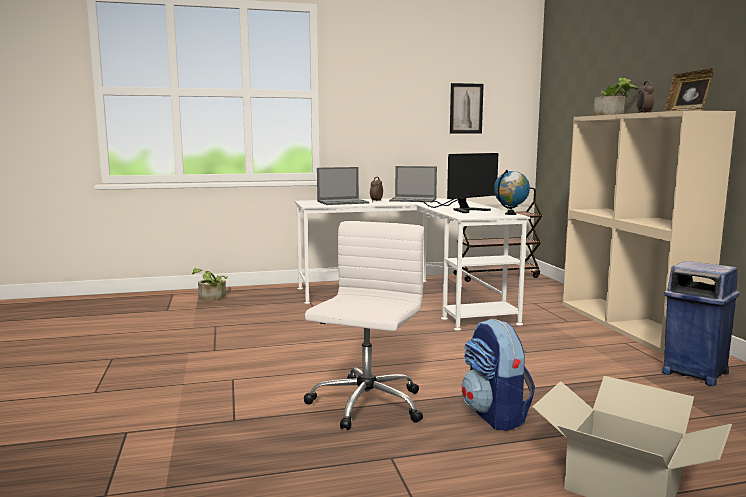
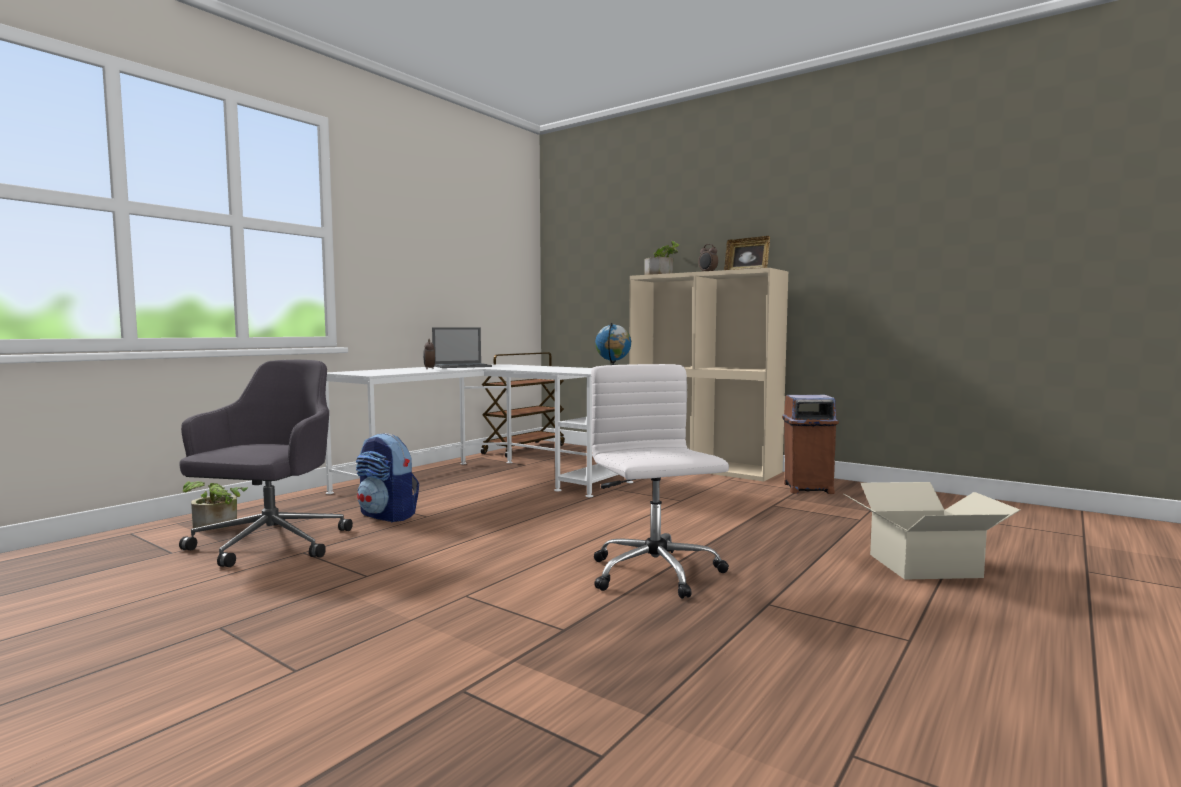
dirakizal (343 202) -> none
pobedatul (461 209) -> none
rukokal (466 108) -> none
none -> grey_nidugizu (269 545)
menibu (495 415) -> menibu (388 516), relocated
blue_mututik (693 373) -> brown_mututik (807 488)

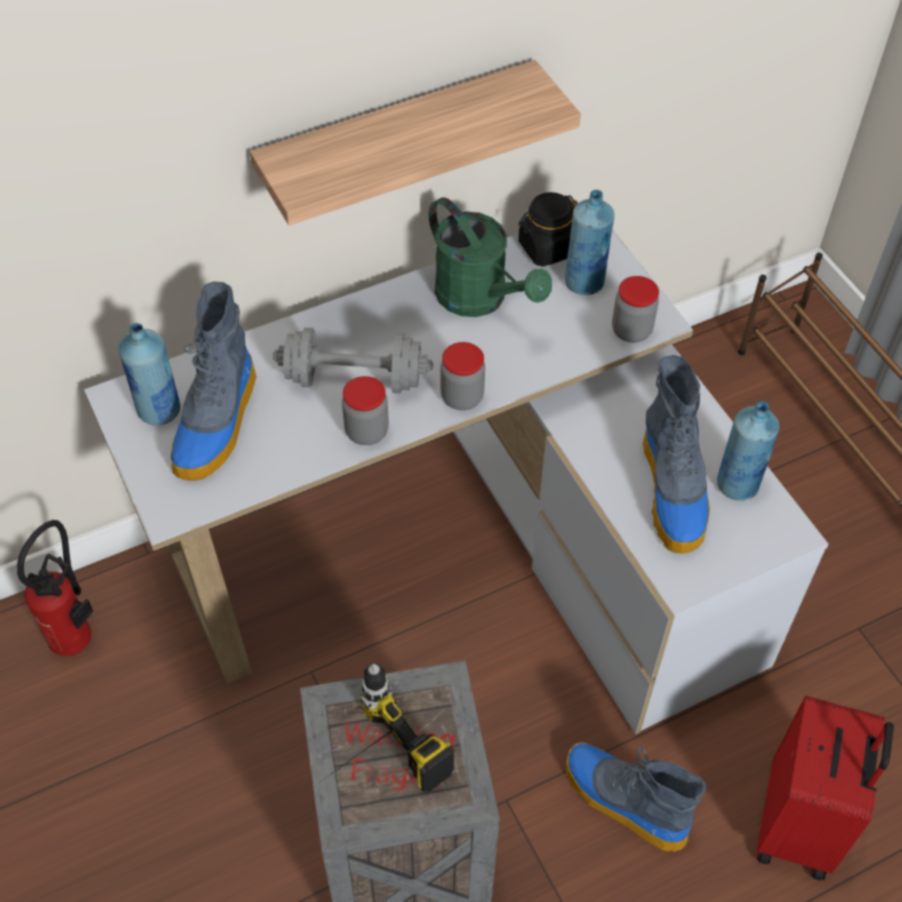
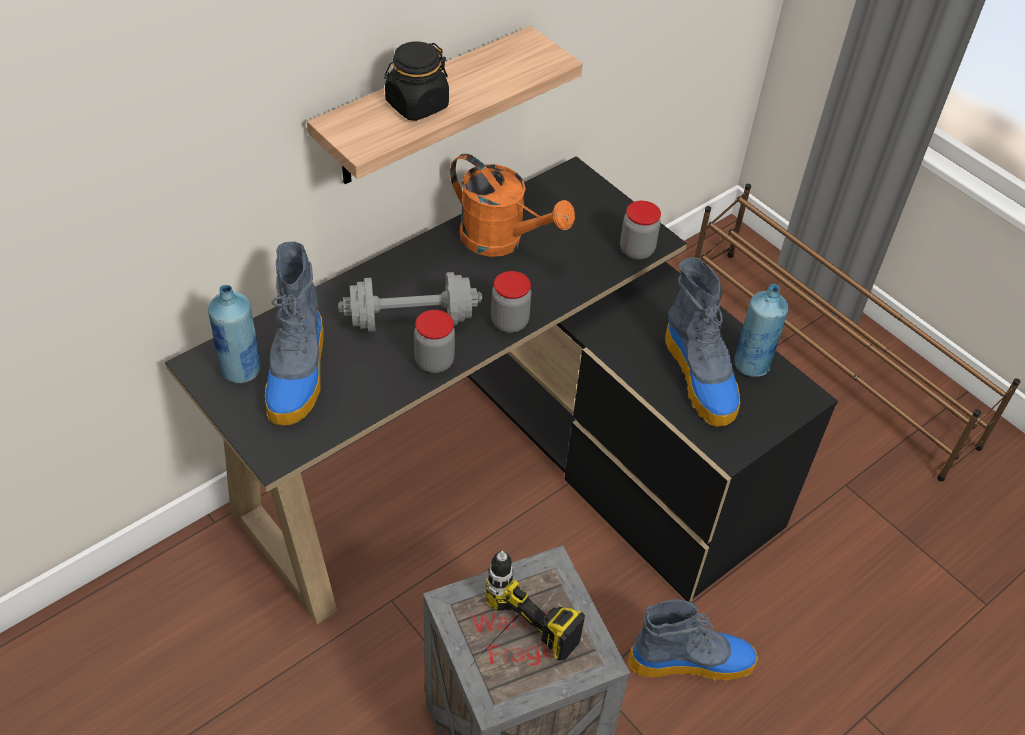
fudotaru (78 636) -> none
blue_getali (584 282) -> none
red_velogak (800 825) -> none
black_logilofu (547 248) -> black_logilofu (416 105), relocated
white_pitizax (470 550) -> black_pitizax (507 473)
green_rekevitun (480 299) -> orange_rekevitun (502 241)
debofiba (623 801) -> debofiba (692 661), 150 degrees clockwise

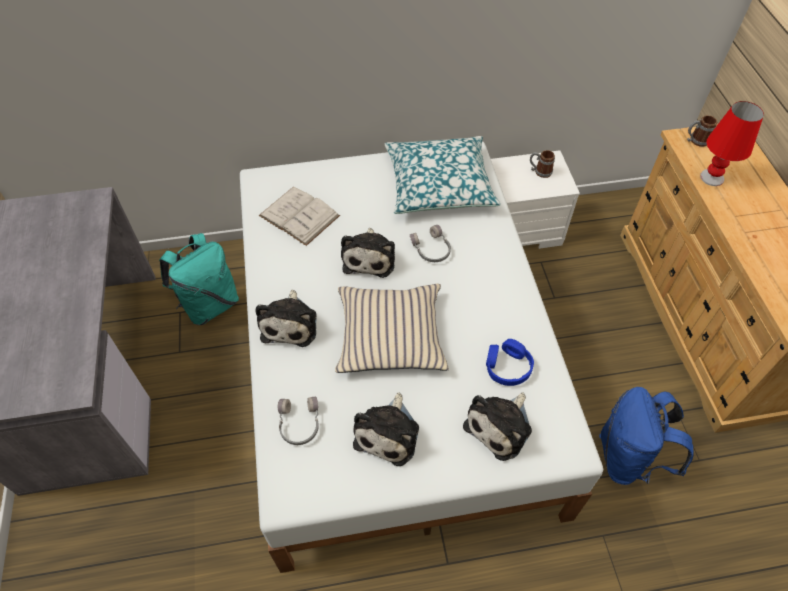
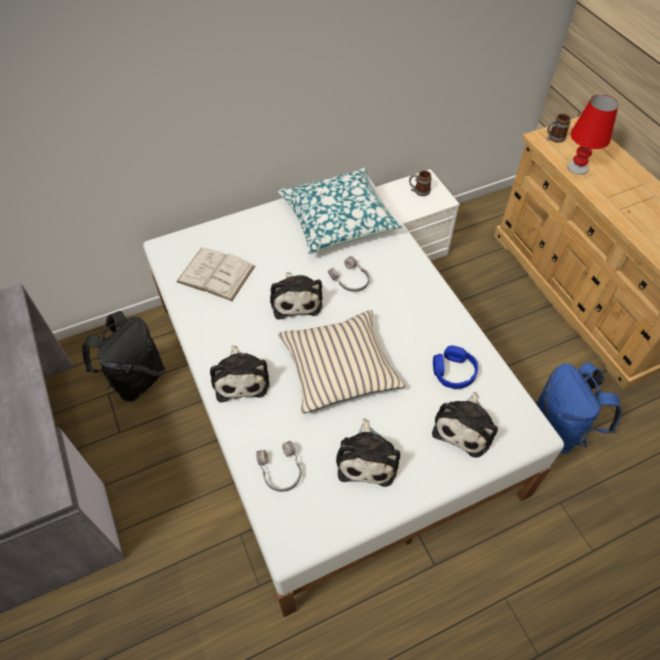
turquoise_menibu (209 304) -> black_menibu (136 379)

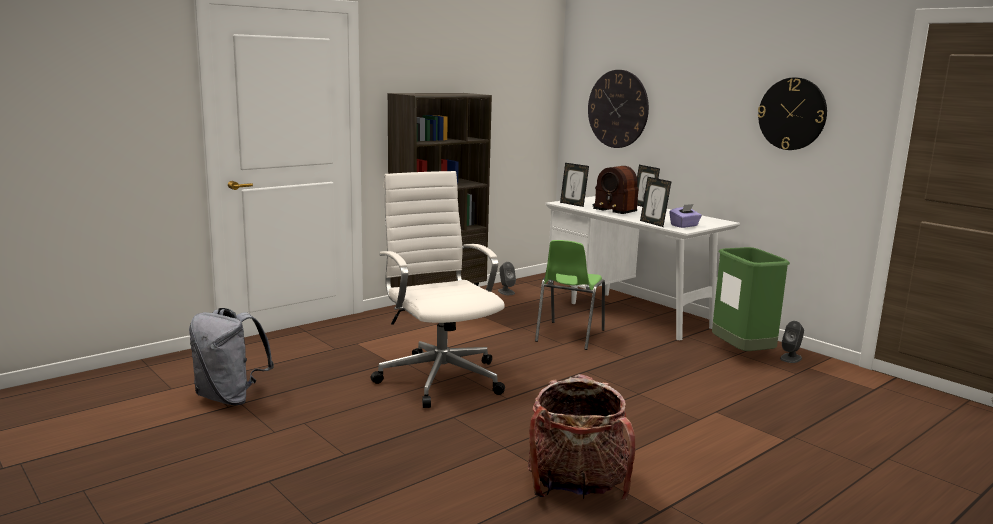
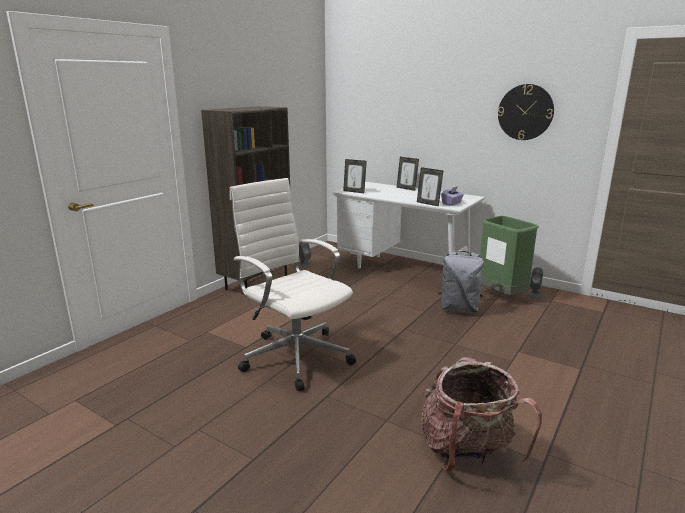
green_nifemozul (568 336) -> none
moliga (618 109) -> none
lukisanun (615 209) -> none
grey_menibu (230 398) -> grey_menibu (459 309), relocated

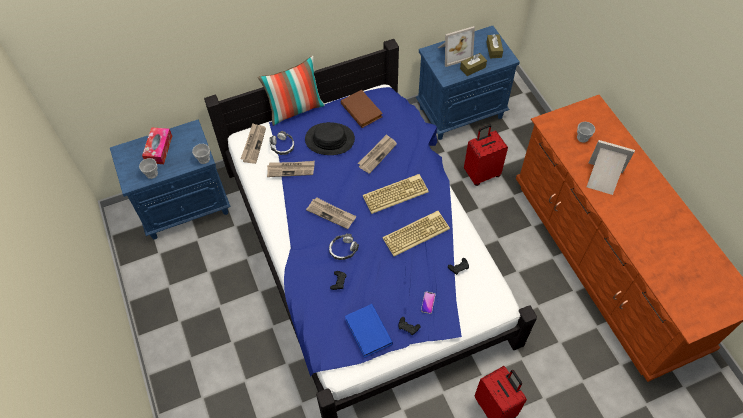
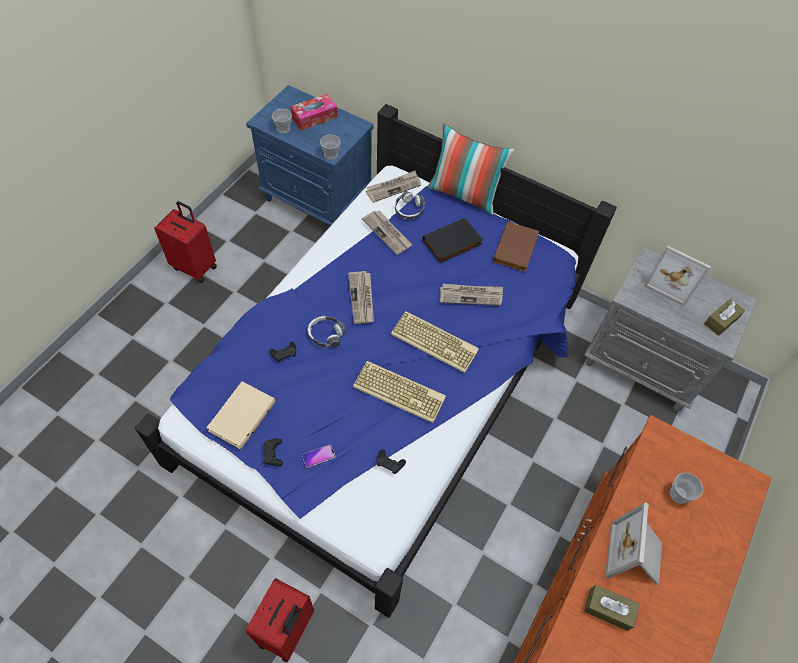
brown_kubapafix (472 68) -> brown_kubapafix (608 609), relocated
red_velogak (481 173) -> red_velogak (195 266), relocated
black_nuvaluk (329 140) -> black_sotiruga (452 243)
blue_sotiruga (367 331) -> beige_sotiruga (241 415)
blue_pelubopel (461 112) -> grey_pelubopel (643 364)
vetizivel (602 179) -> vetizivel (635 556), 150 degrees counterclockwise

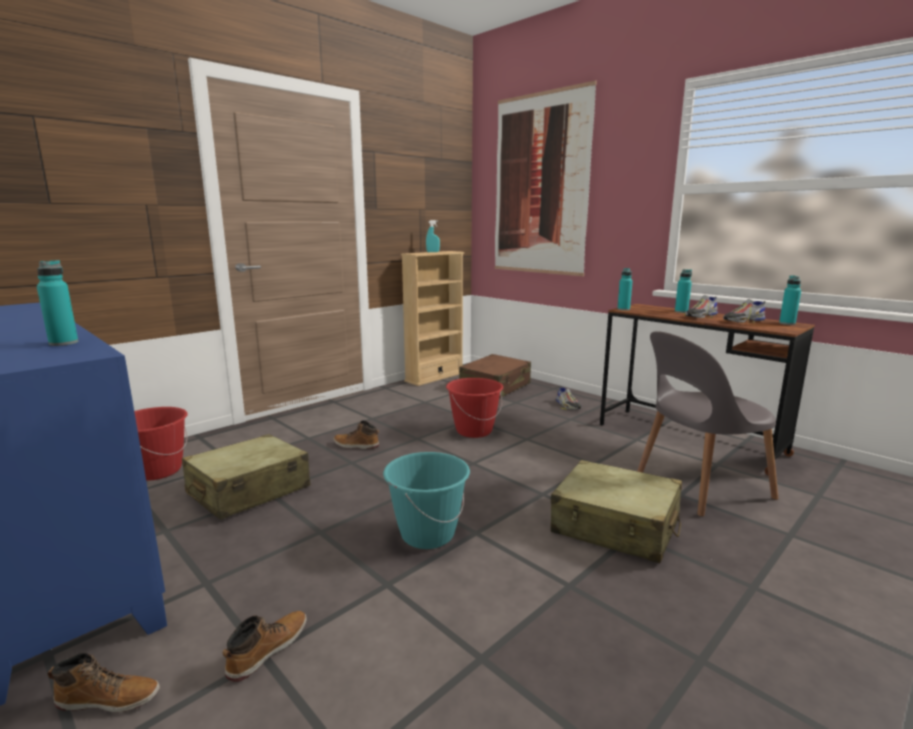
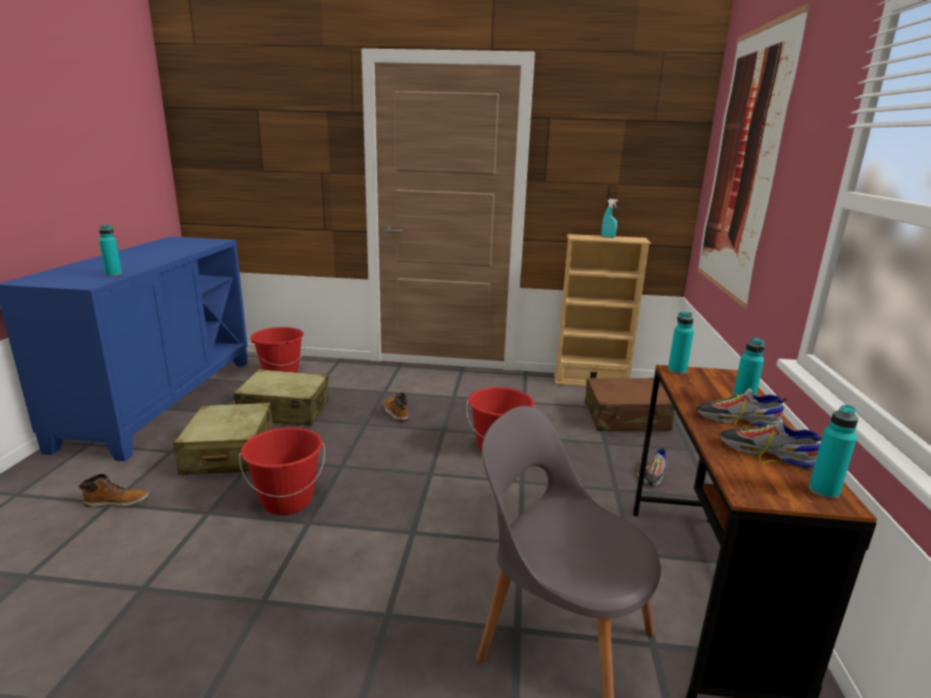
debofiba (109 699) -> none
beige_velogak (615 526) -> beige_velogak (229 453), relocated
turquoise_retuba (427 534) -> red_retuba (287 501)

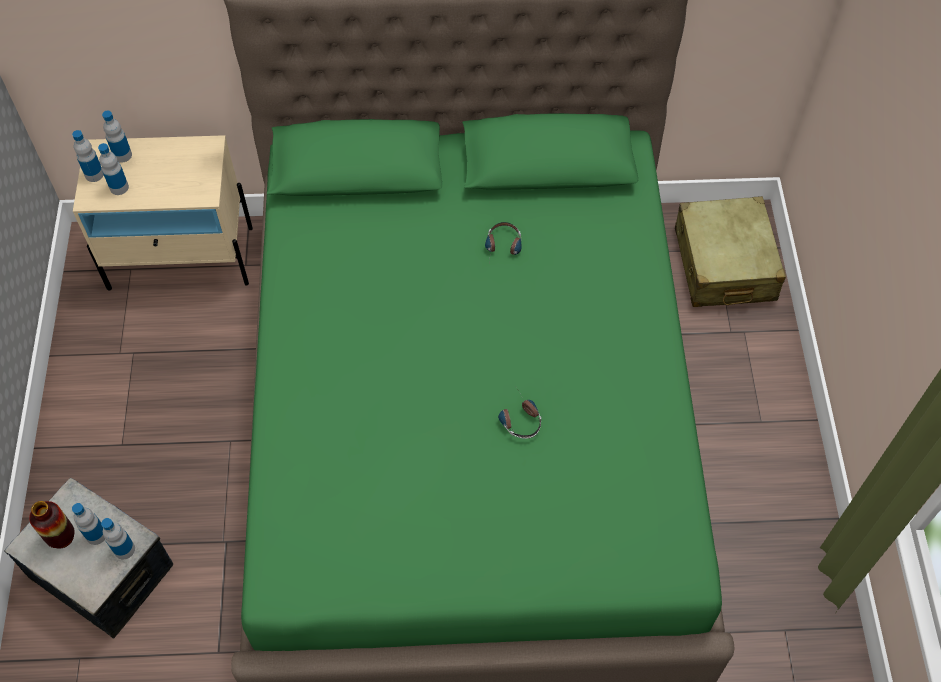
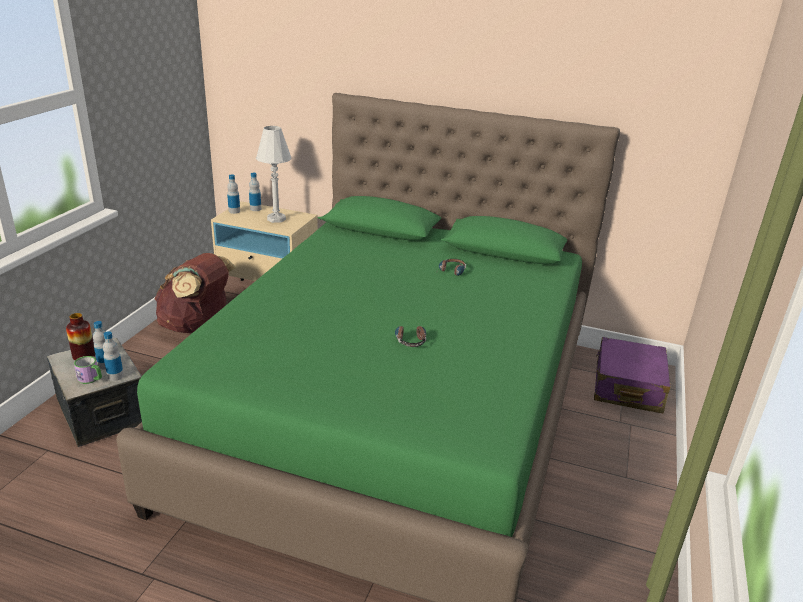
getali (119 187) -> none
none -> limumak (91 379)
none -> brown_menibu (197 325)
none -> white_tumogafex (276 219)
beige_velogak (724 264) -> purple_velogak (627 387)

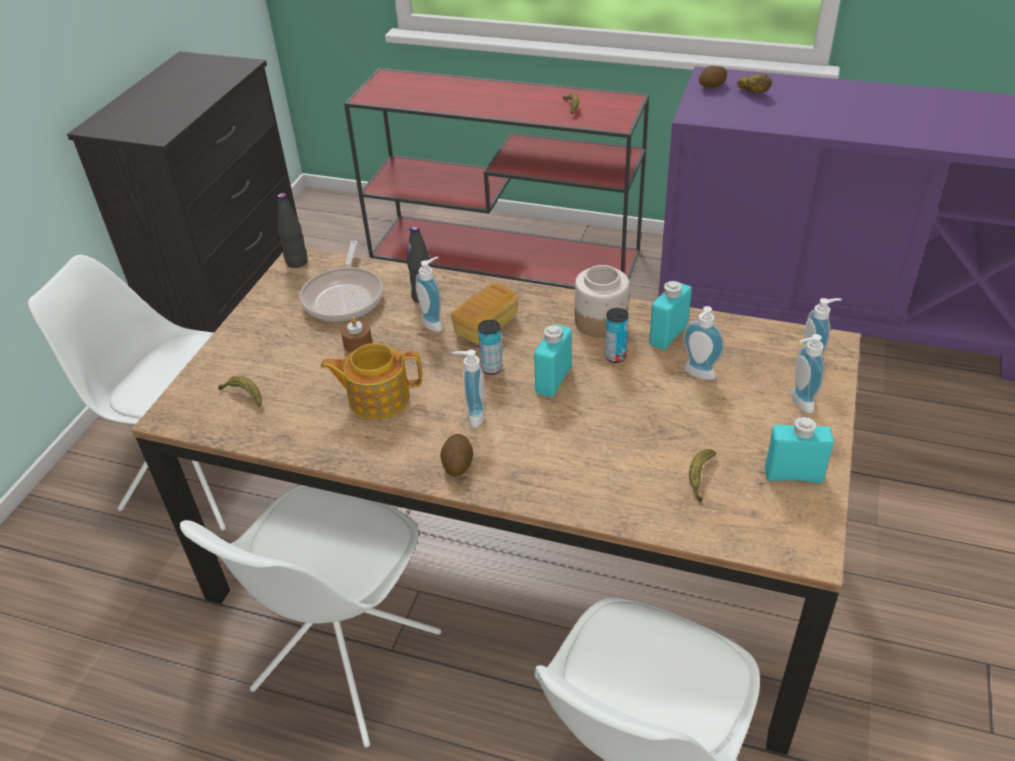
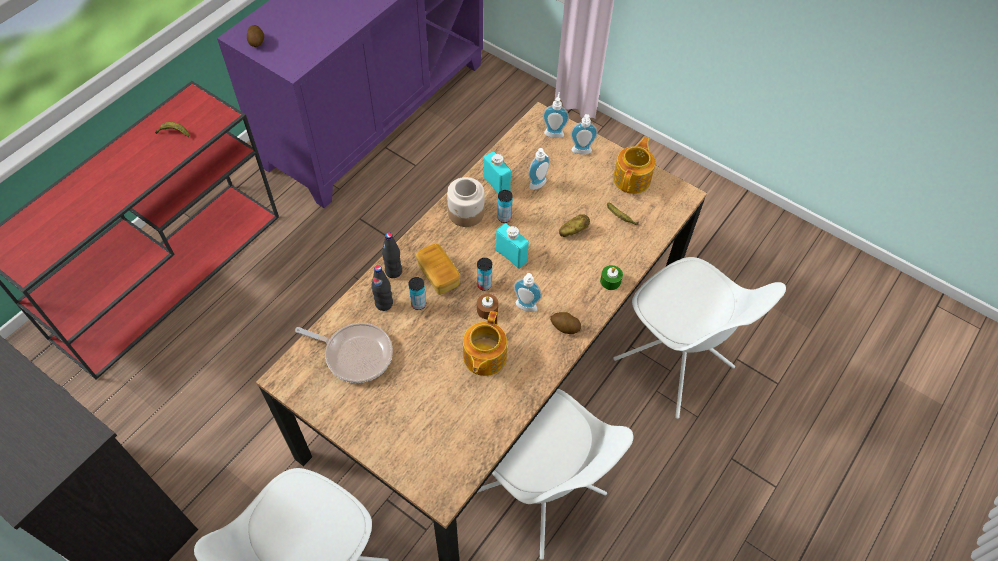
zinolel (244 395) -> none
none -> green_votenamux (610 281)
black_getali (297 262) -> black_getali (393 271), relocated
brown_votenamux (358 344) -> brown_votenamux (487 310), relocated
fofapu (753 93) -> fofapu (573 231), relocated
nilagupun (435 322) -> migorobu (418 304)
turquoise_getali (793 474) -> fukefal (632 178)

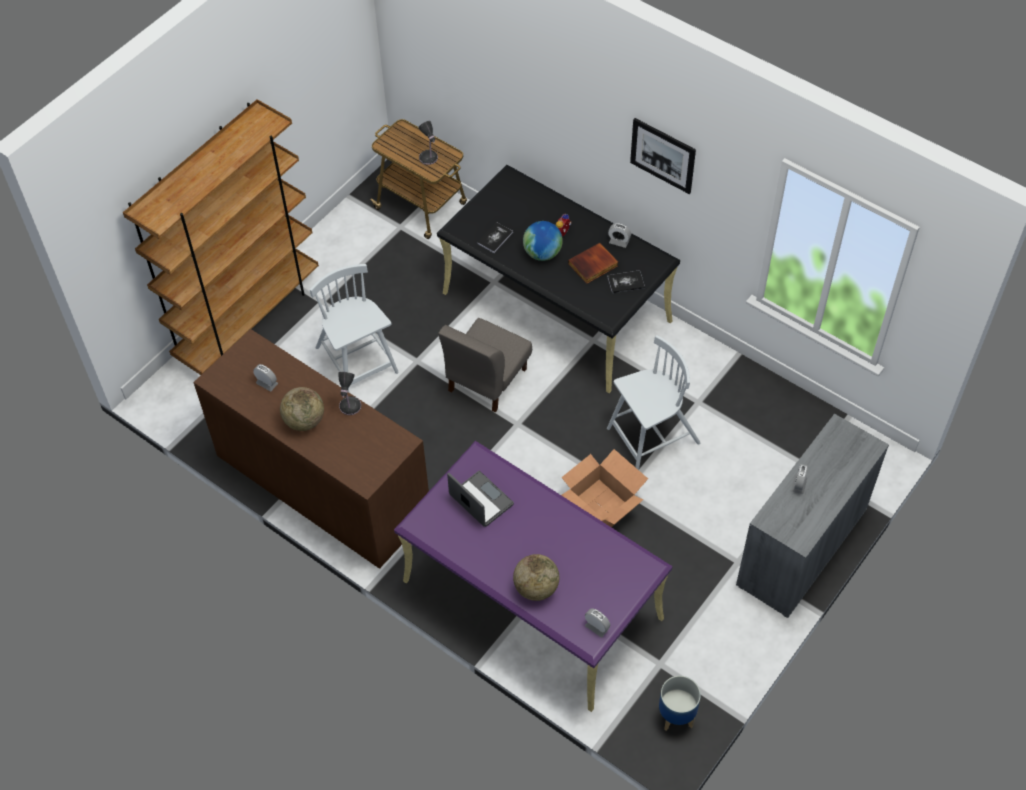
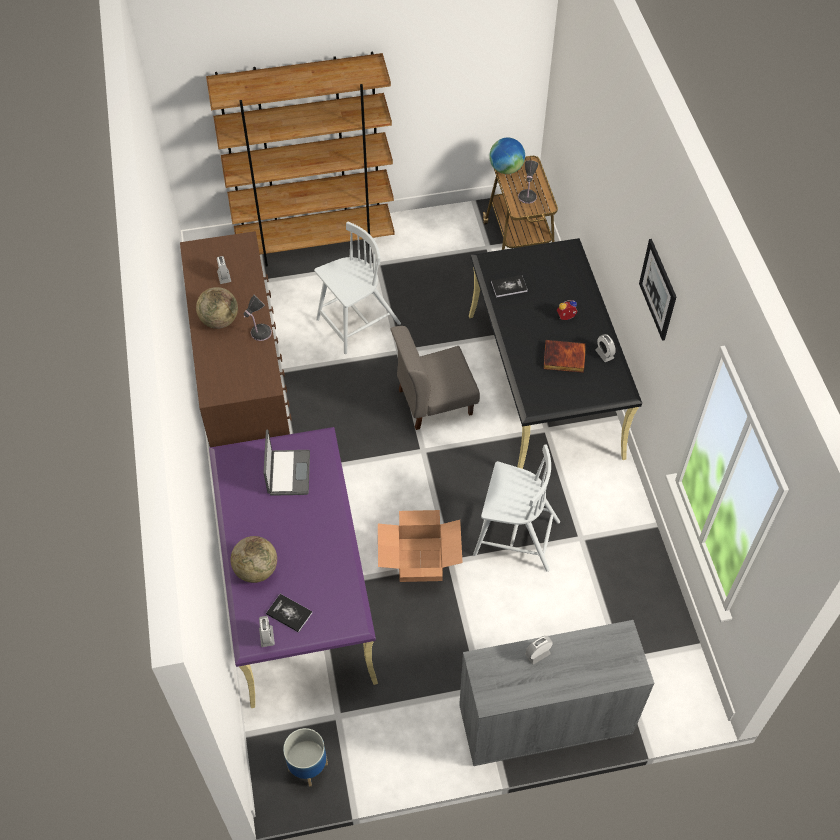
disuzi (543 253) -> disuzi (506 169), relocated
sotiruga (626 282) -> sotiruga (289 613), relocated
white_nifemozul (357 361) -> white_nifemozul (357 323), 45 degrees clockwise

